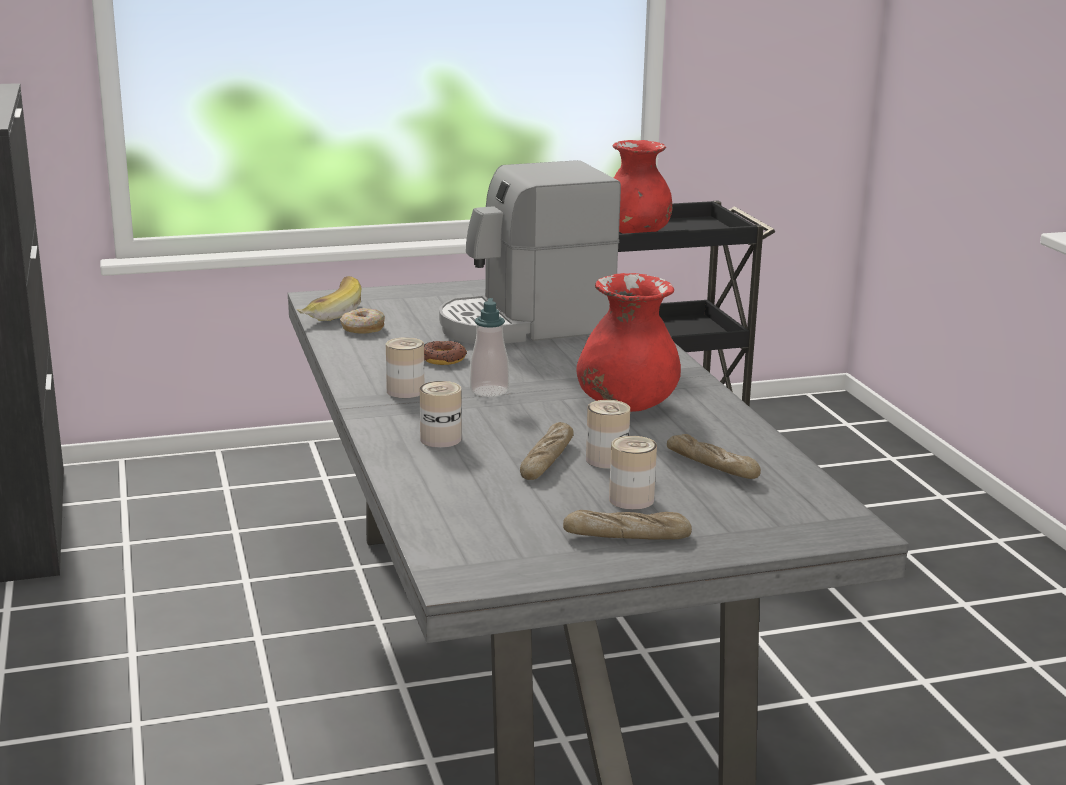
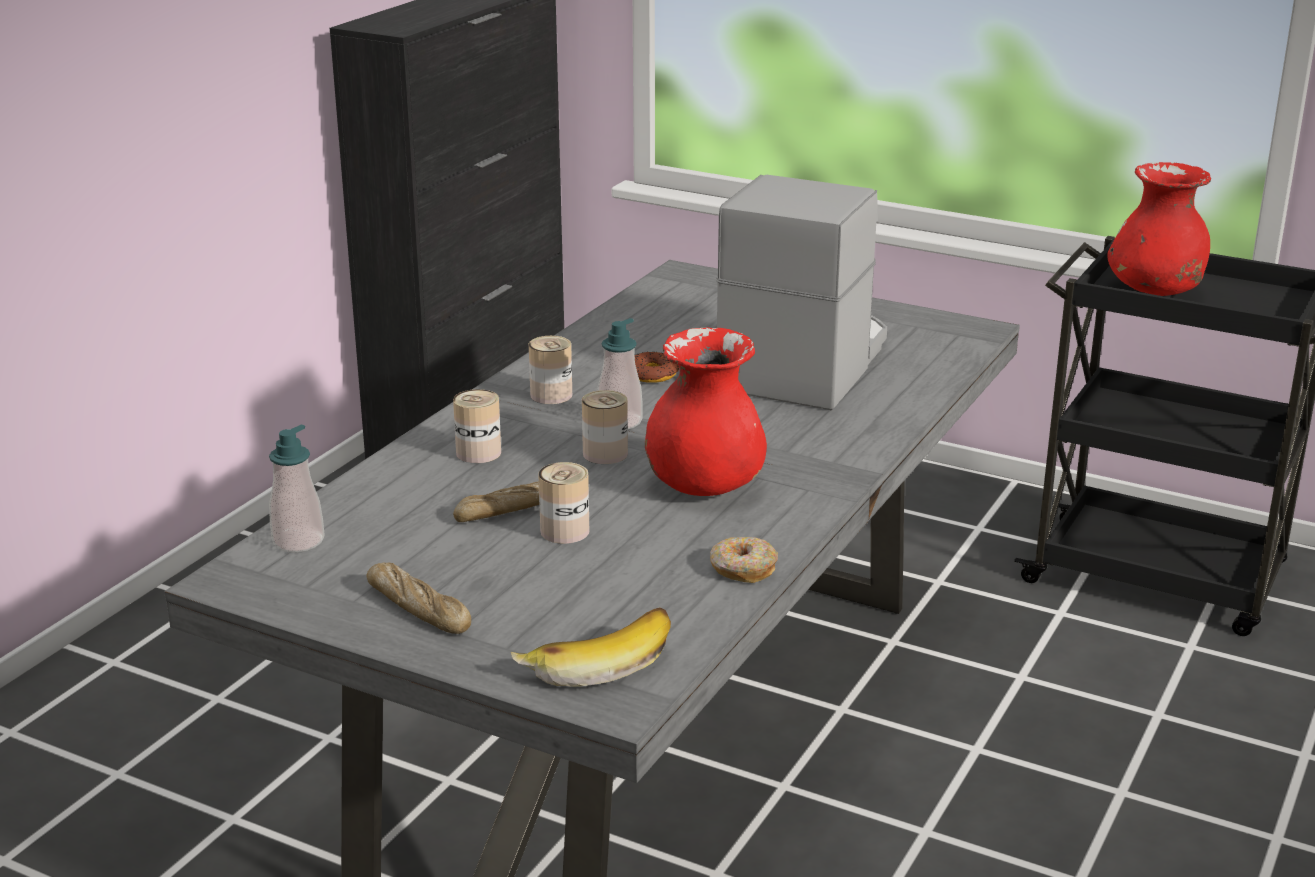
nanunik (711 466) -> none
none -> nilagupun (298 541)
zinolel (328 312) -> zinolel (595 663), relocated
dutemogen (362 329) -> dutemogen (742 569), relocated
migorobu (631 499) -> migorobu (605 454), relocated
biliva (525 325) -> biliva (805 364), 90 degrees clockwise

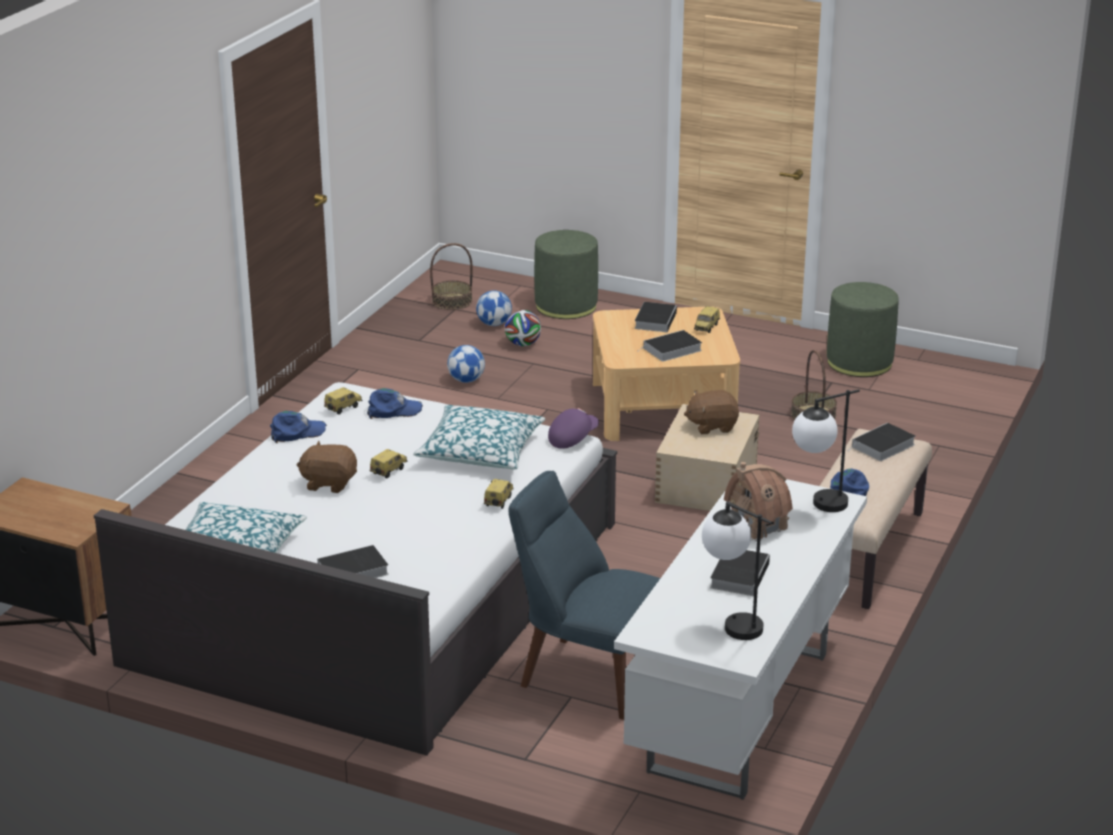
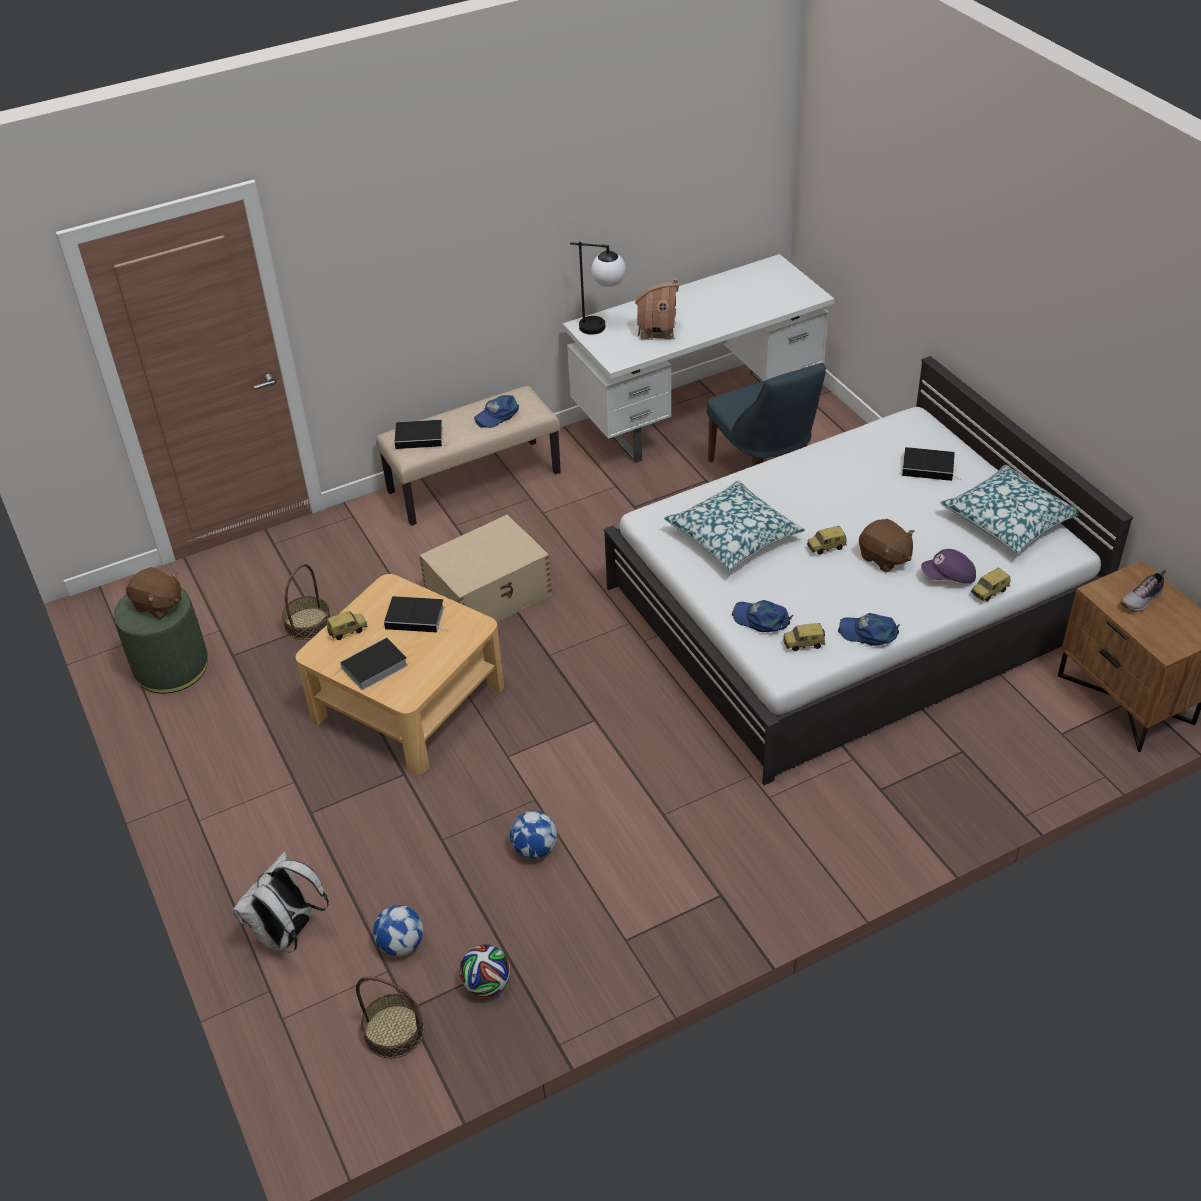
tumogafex (730 623) -> none
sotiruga (739 574) -> none
none -> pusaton (1142 599)
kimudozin (498 501) -> kimudozin (990 593), relocated
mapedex (523 344) -> mapedex (487 984), relocated
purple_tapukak (572 438) -> purple_tapukak (948 577), relocated
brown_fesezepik (712 426) -> brown_fesezepik (158 605), relocated
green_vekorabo (566 306) -> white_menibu (288 934)

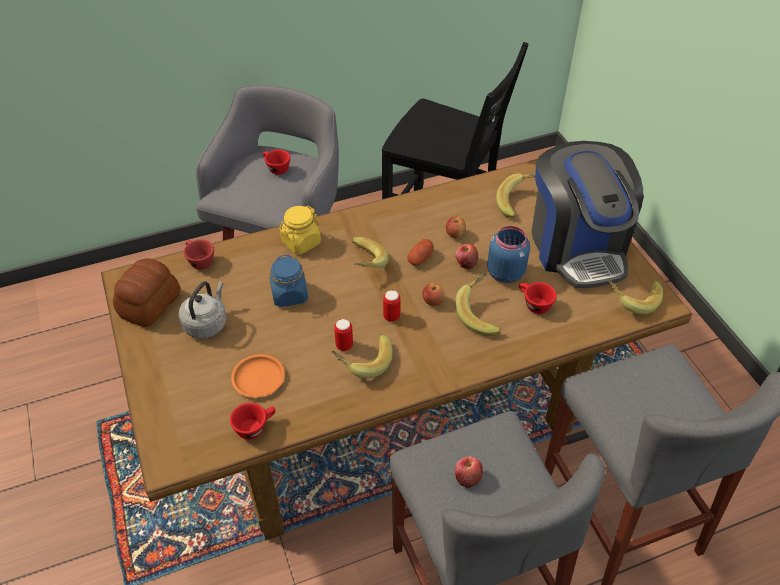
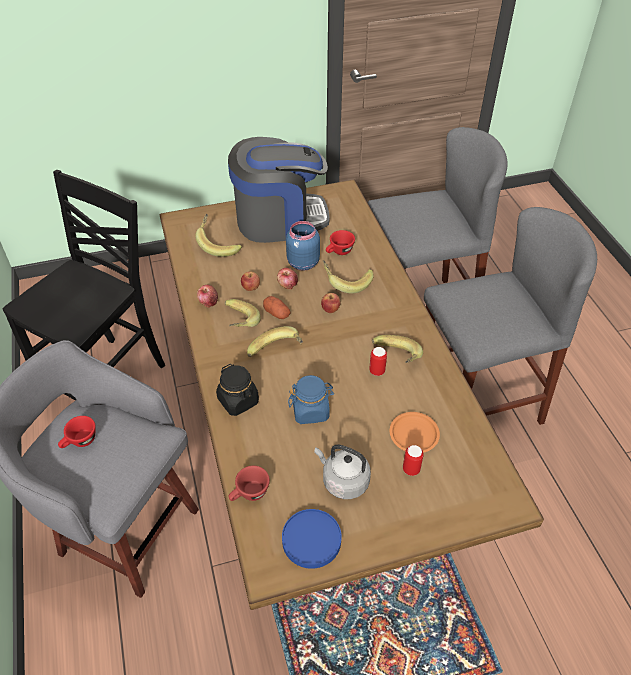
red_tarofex (255 427) -> none
migorobu (391 317) -> migorobu (411 469), relocated
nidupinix (467 477) -> nidupinix (208 302), relocated
zinolel (631 299) -> zinolel (237 324), relocated
nanunik (149 305) -> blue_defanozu (311 540)
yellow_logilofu (301 242) -> black_logilofu (238 401)

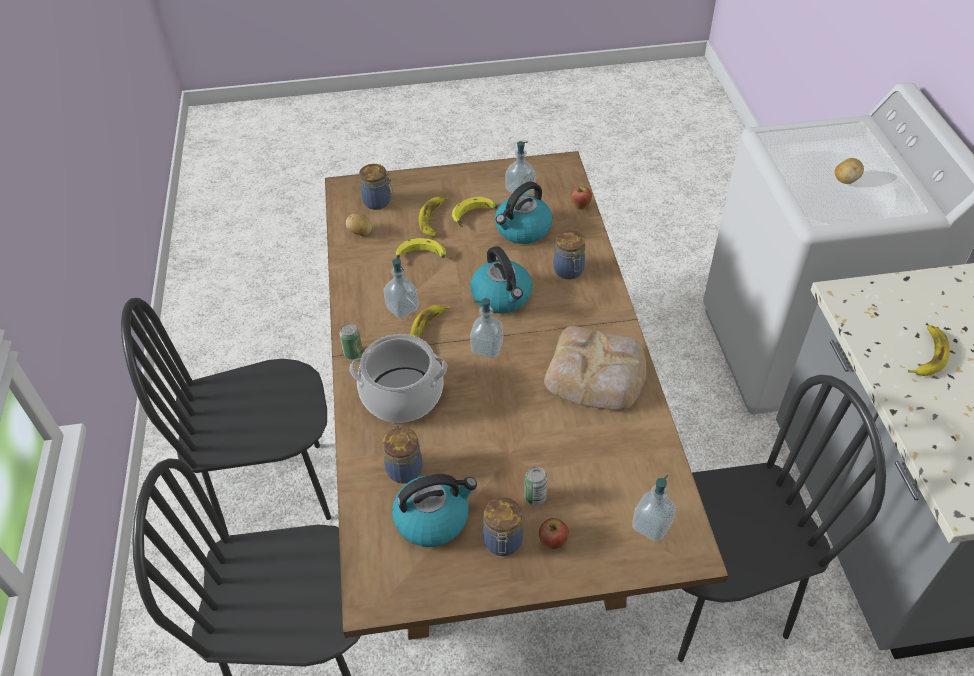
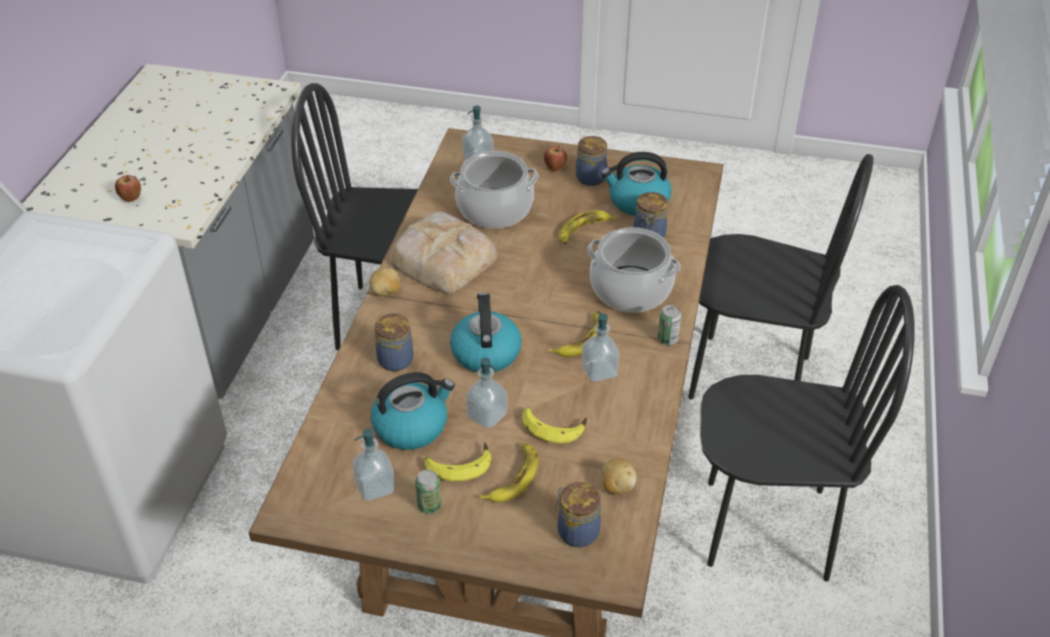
none -> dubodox (495 209)
nilagupun (487 348) -> nilagupun (487 416), relocated
migorobu (535 497) -> migorobu (429 506), relocated
nidupinix (580 207) -> nidupinix (131 199), relocated
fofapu (845 180) -> fofapu (386 292), relocated
zinolel (928 355) -> zinolel (583 230), relocated

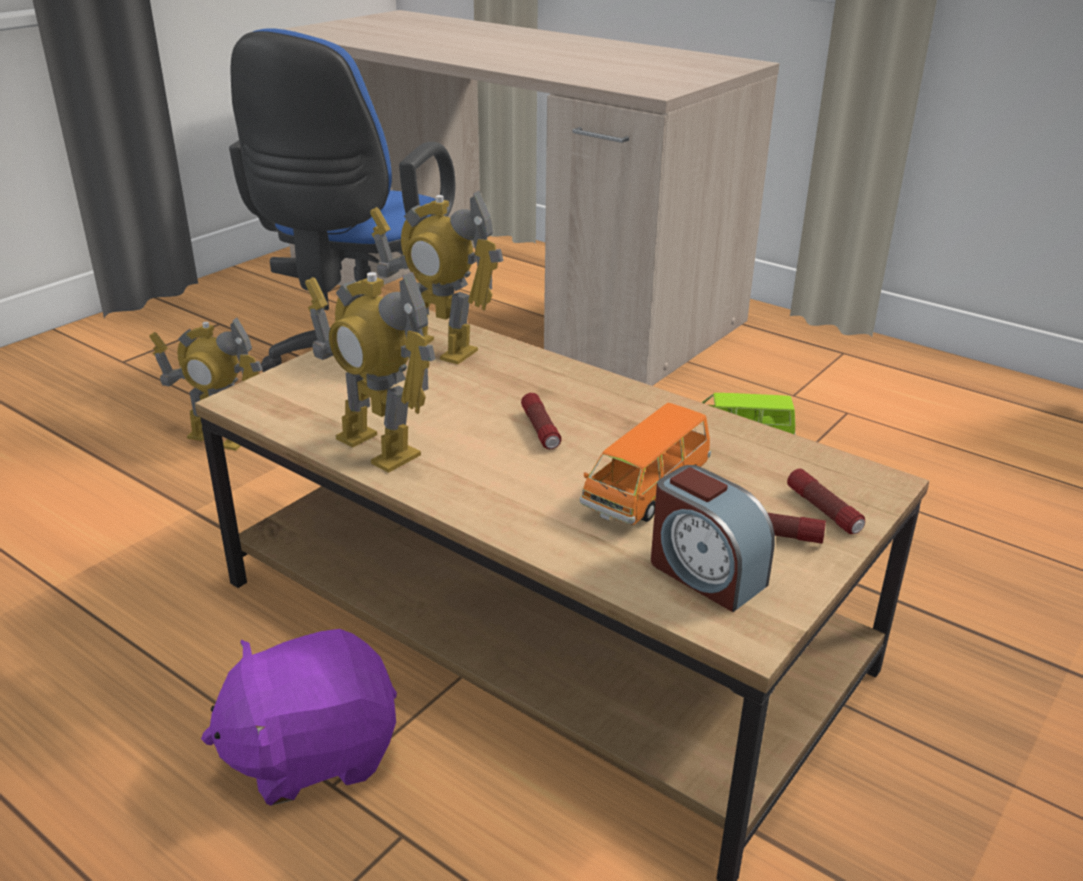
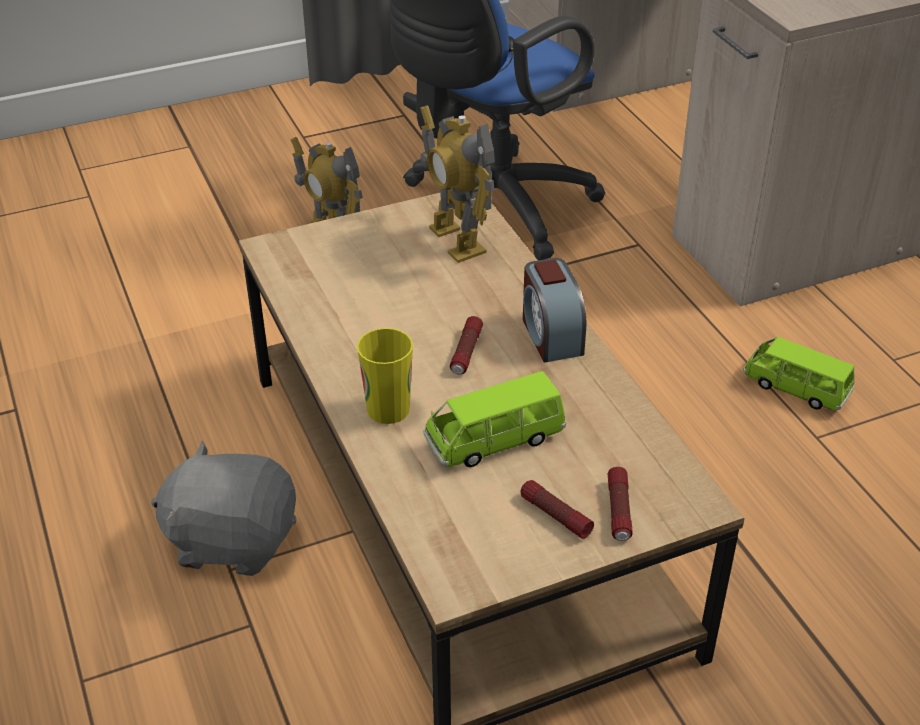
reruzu (377 447) -> none
none -> tarofex (388 409)
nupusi (705 573) -> nupusi (551 335), relocated
purple_fesezepik (312 752) -> grey_fesezepik (232 539)
orange_kimudozin (646 492) -> green_kimudozin (494 440)

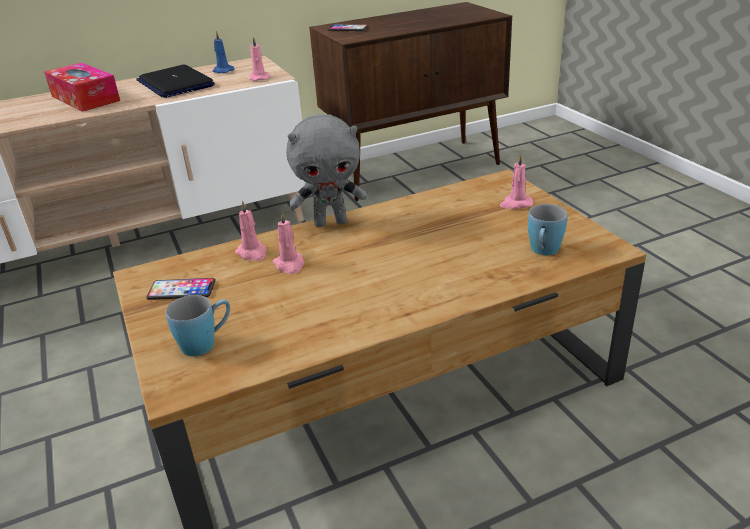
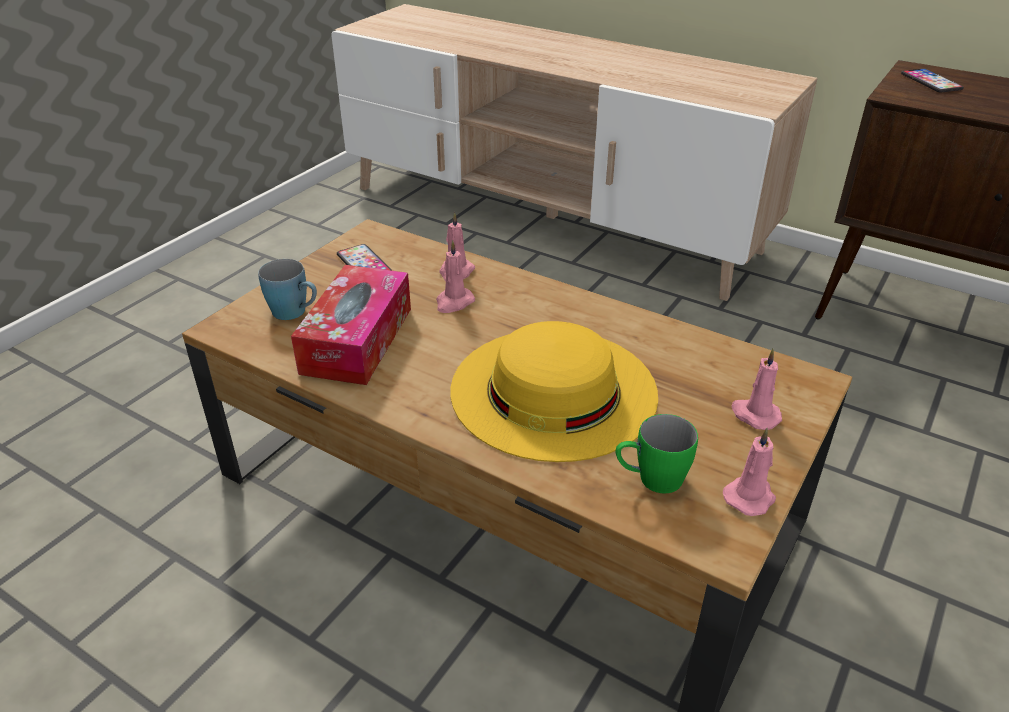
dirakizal (175 83) -> none
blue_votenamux (222 71) -> none
grey_fesezepik (331 222) -> none
none -> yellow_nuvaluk (553 390)
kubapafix (85 98) -> kubapafix (357 340), relocated
pink_votenamux (259 78) -> pink_votenamux (750 496), relocated
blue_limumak (543 252) -> green_limumak (650 480)

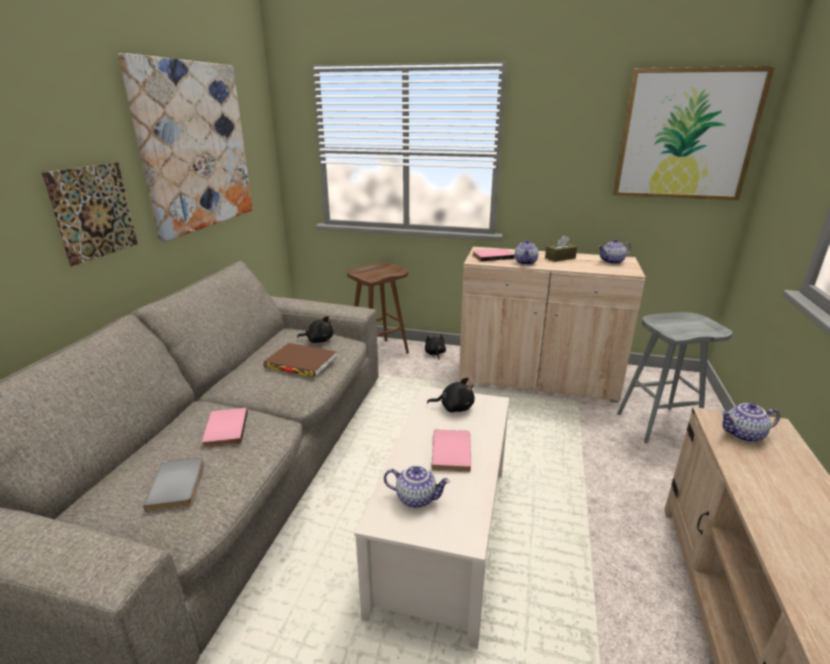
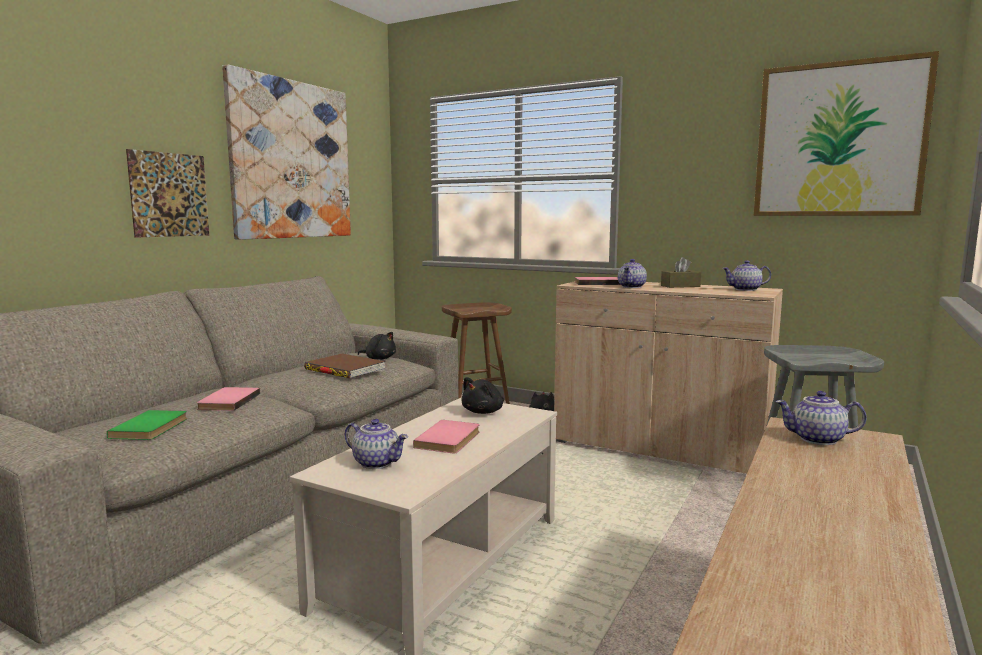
grey_sotiruga (179 485) -> green_sotiruga (152 428)
black_fesezepik (454 407) -> black_fesezepik (484 412), 105 degrees clockwise

